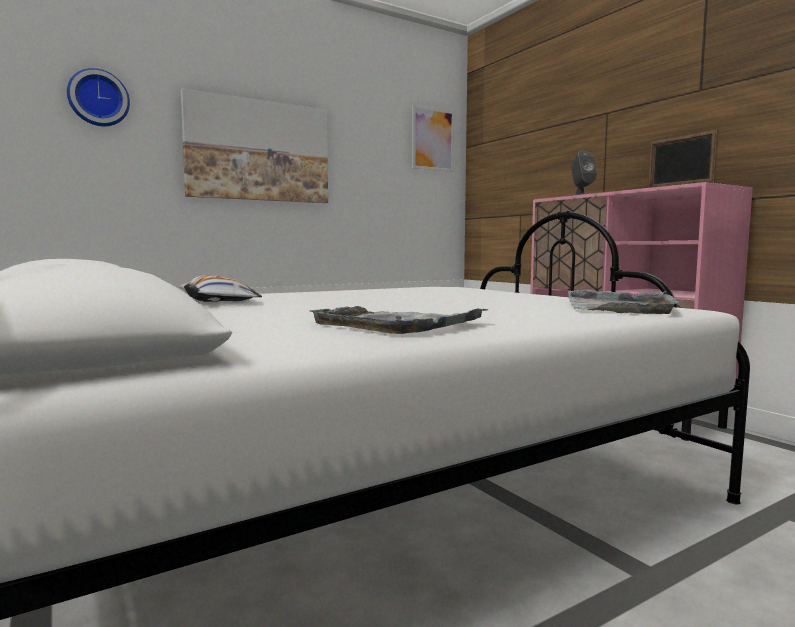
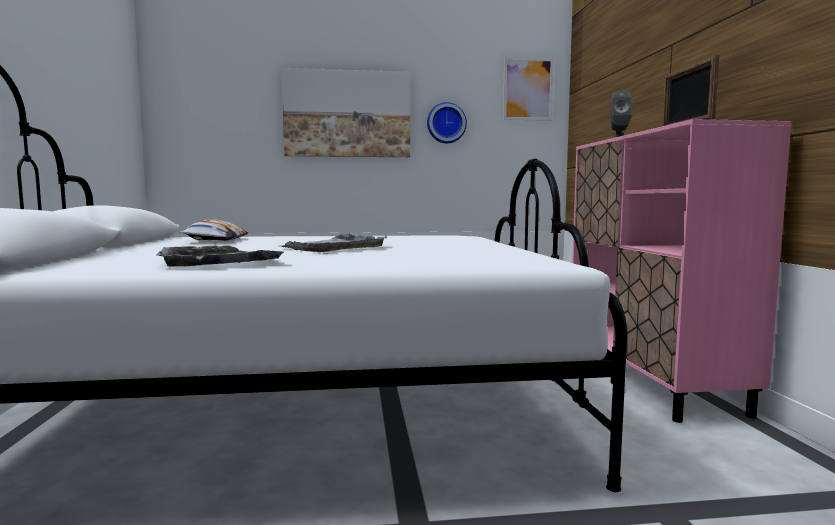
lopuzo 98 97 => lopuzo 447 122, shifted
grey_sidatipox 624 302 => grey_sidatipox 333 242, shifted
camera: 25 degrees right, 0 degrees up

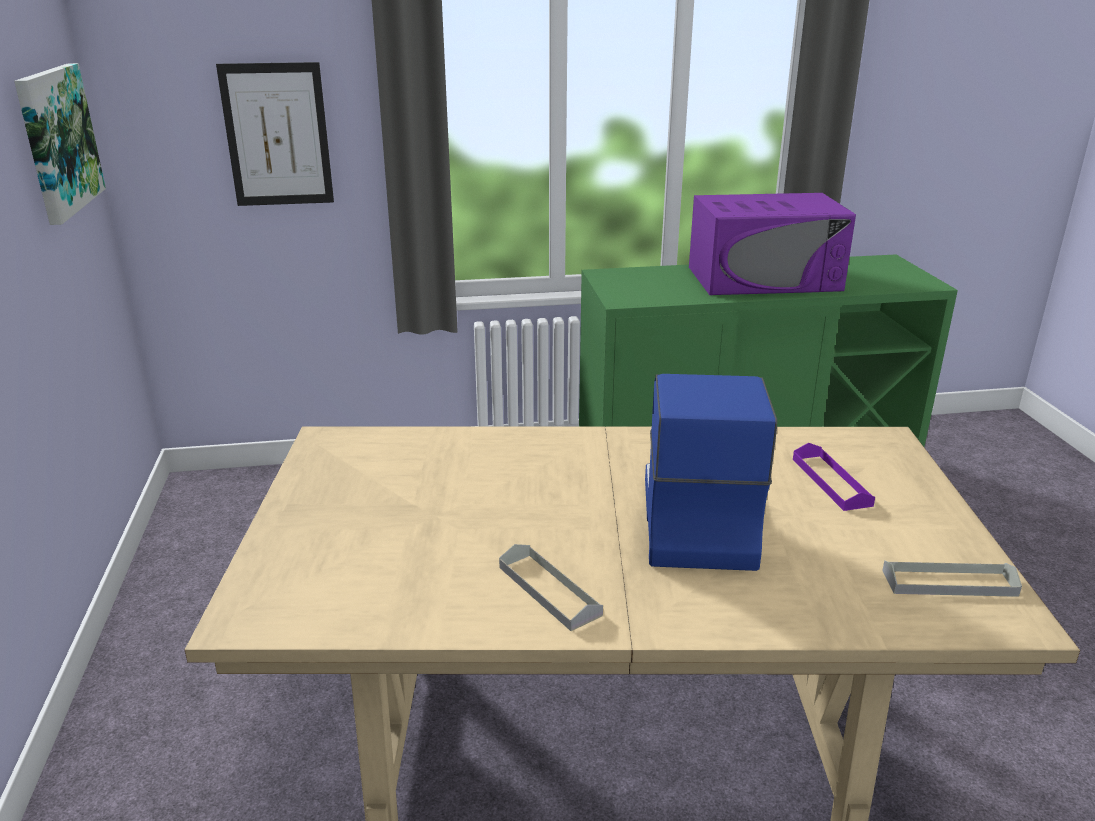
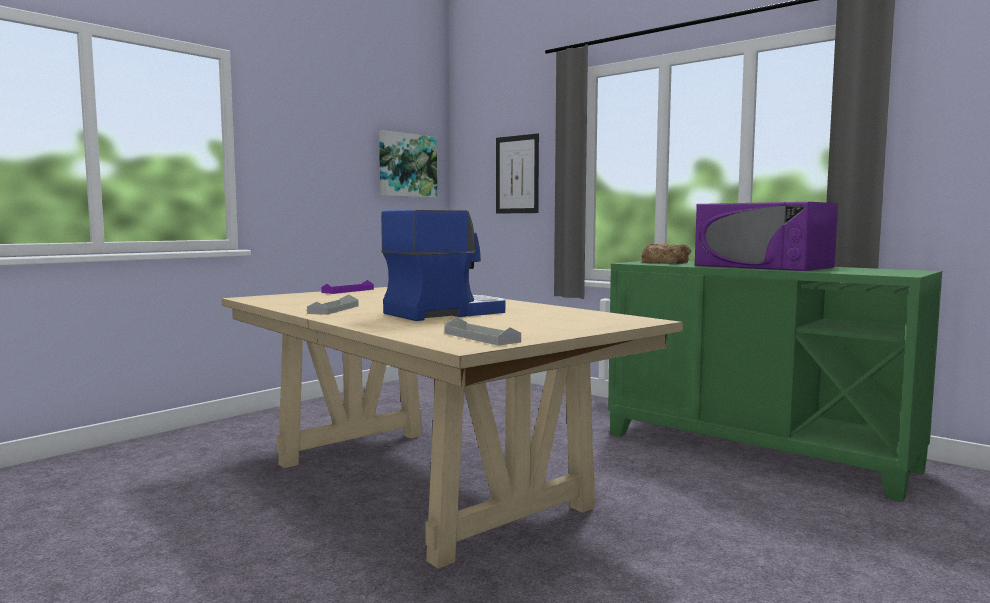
purple_sidatipox 834 477 => purple_sidatipox 347 287, shifted
nothing => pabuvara 666 253
camera: 50 degrees right, 20 degrees down

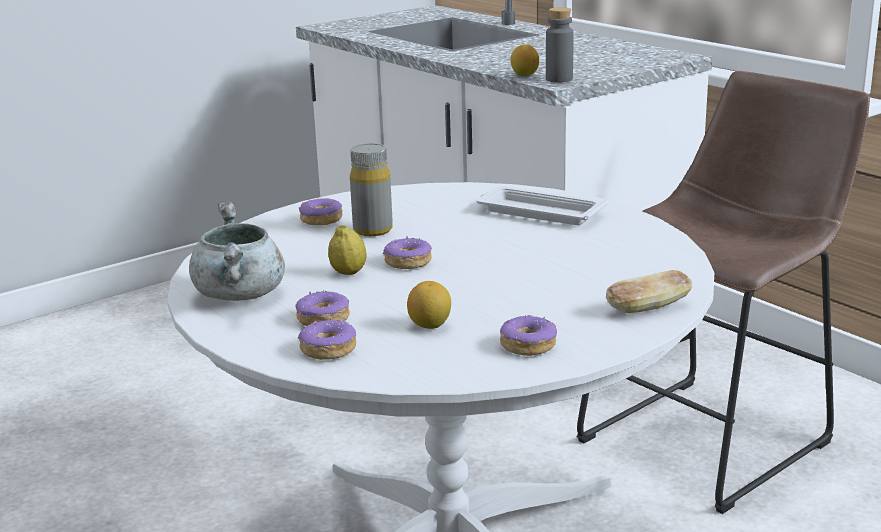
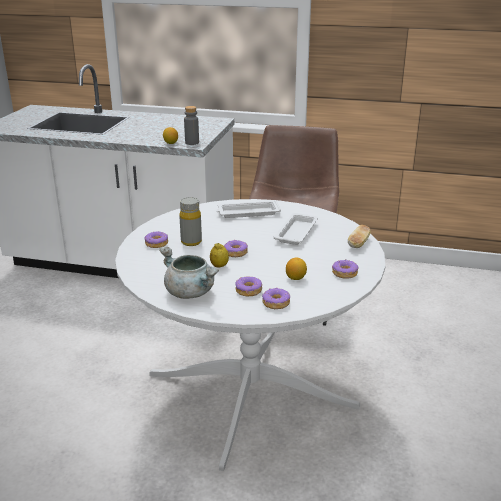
nothing => white_sidatipox 296 229
camera: 40 degrees left, 5 degrees up

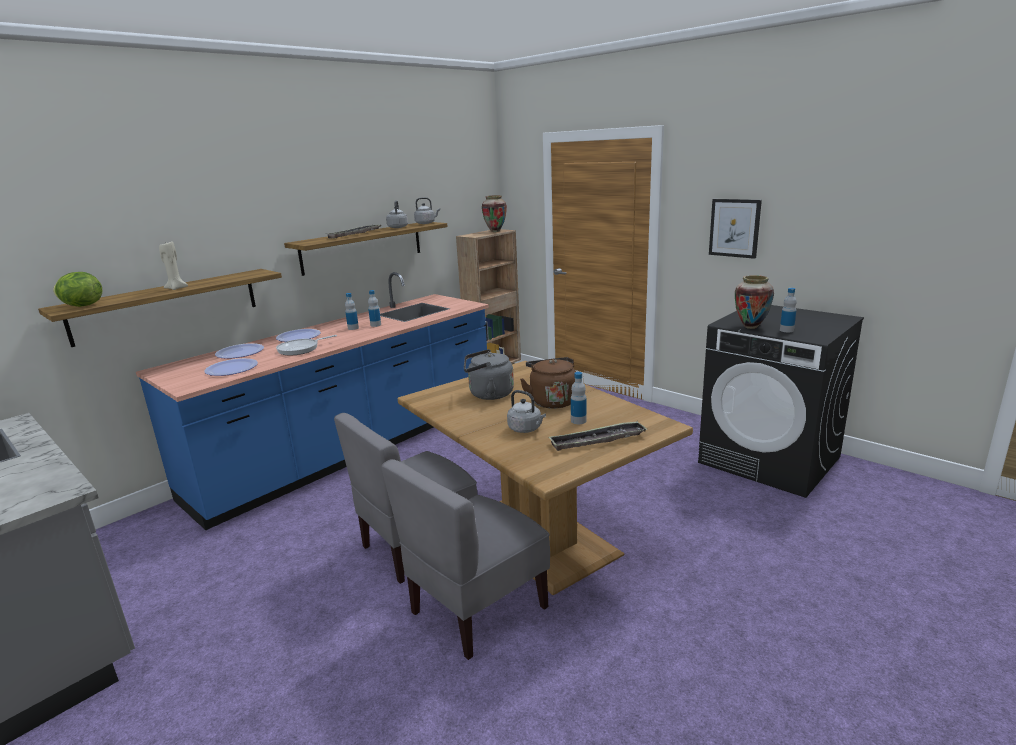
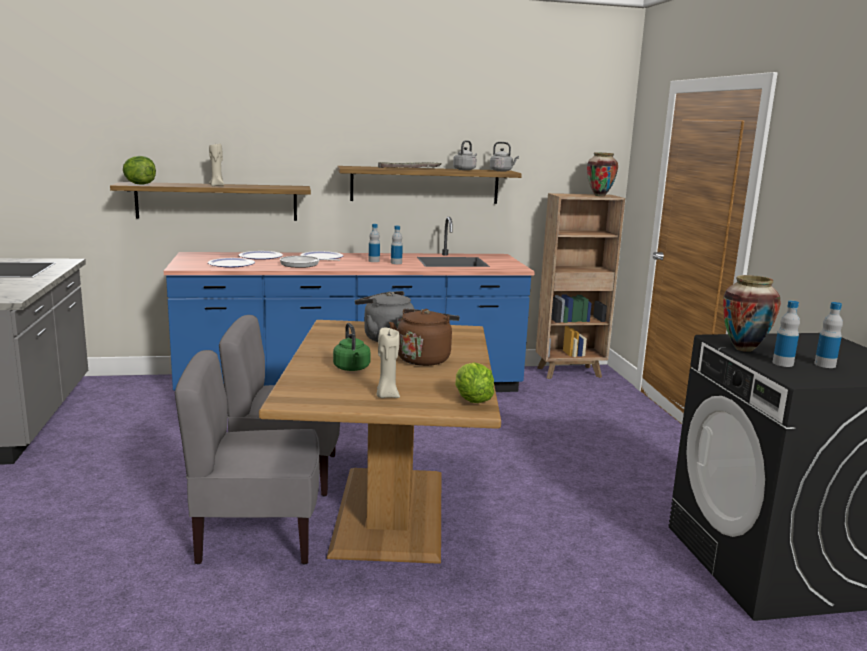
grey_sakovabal 526 411 => green_sakovabal 352 347
sidatipox 598 436 => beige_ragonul 388 363
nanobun 578 398 => nanobun 828 335, shifted
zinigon 735 229 => nothing
nothing => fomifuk 474 382
camera: 35 degrees right, 5 degrees down

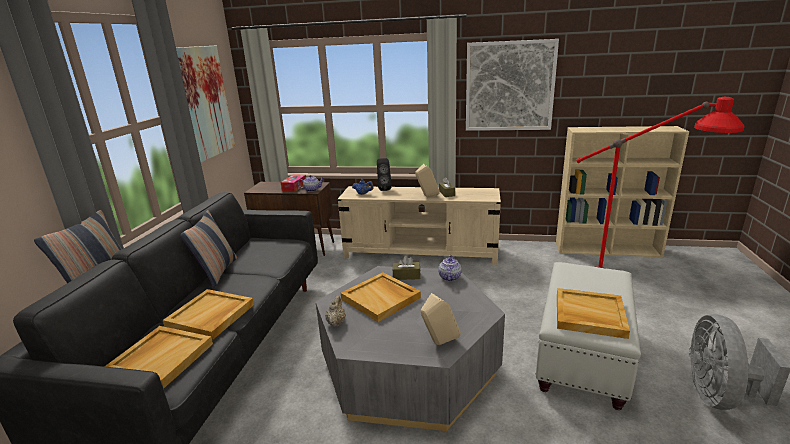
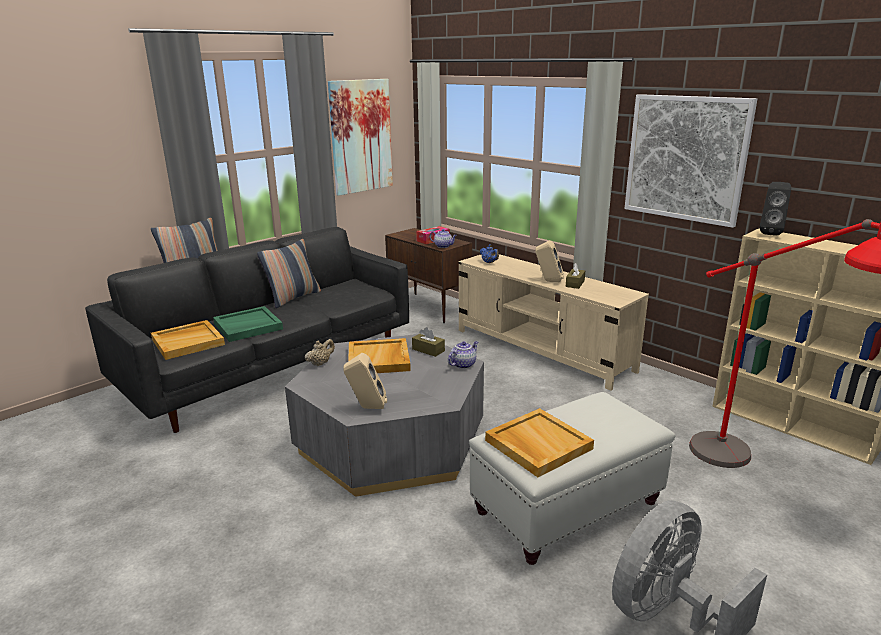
beige_sidatipox 208 314 => green_sidatipox 248 324
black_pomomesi 384 174 => black_pomomesi 775 209, shifted
camera: 35 degrees right, 0 degrees up

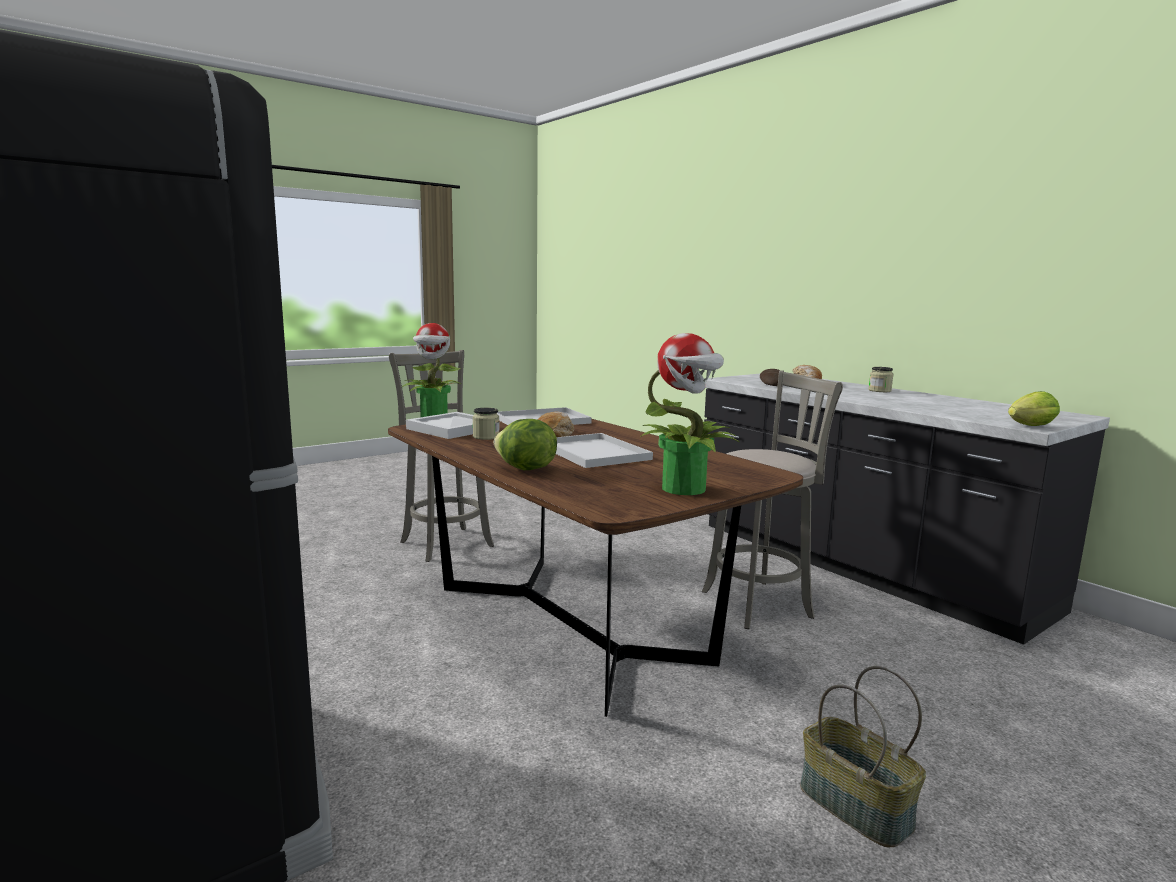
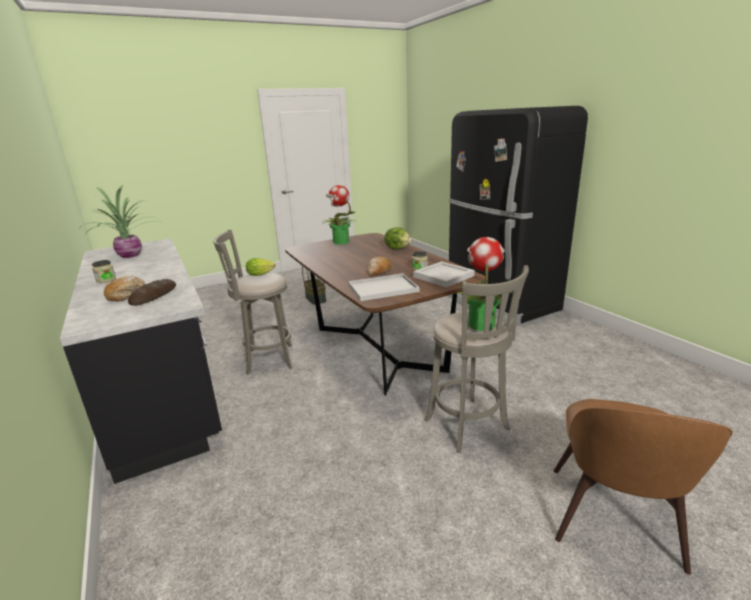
white_sidatipox 604 450 => nothing
fomifuk 1034 408 => fomifuk 260 267, shifted
nothing => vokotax 121 221
nothing => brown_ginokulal 643 487
camera: 170 degrees left, 10 degrees up

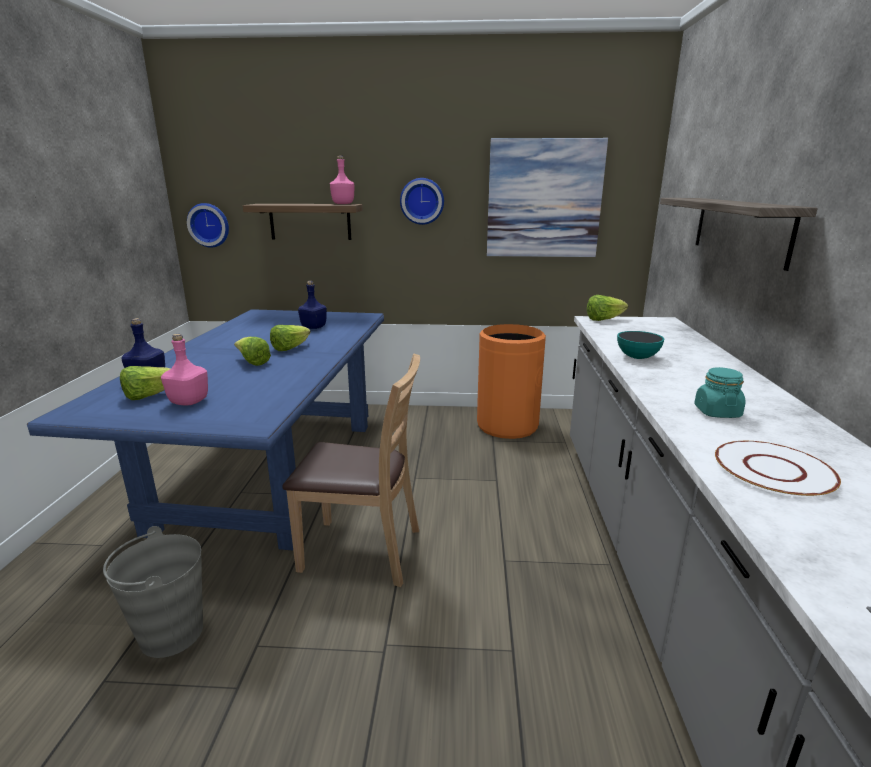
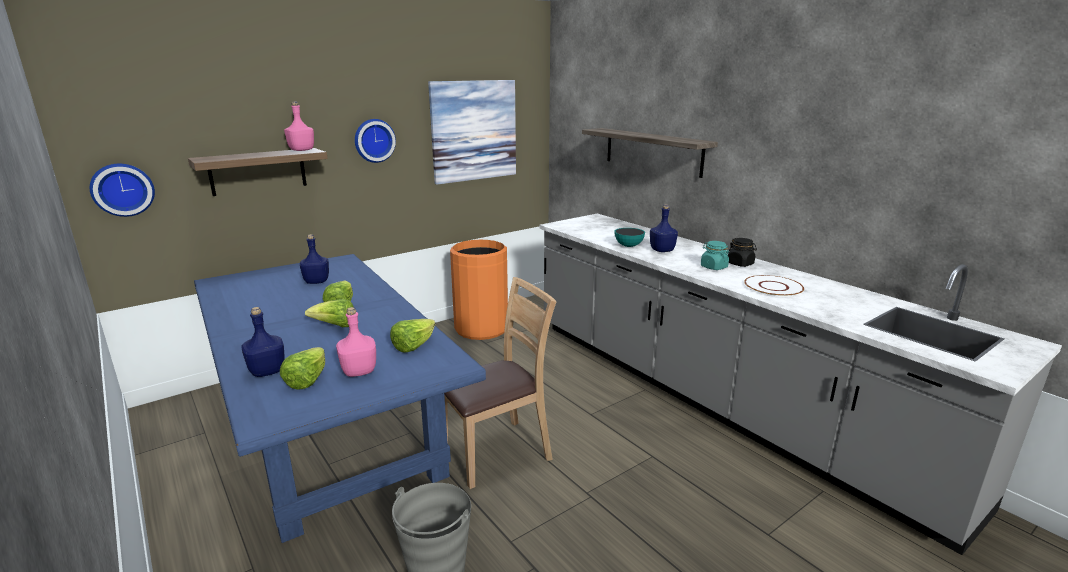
fomifuk 607 308 => fomifuk 412 336, shifted
nothing => blue_nanobun 664 228
nothing => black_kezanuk 742 252
camera: 40 degrees left, 0 degrees up

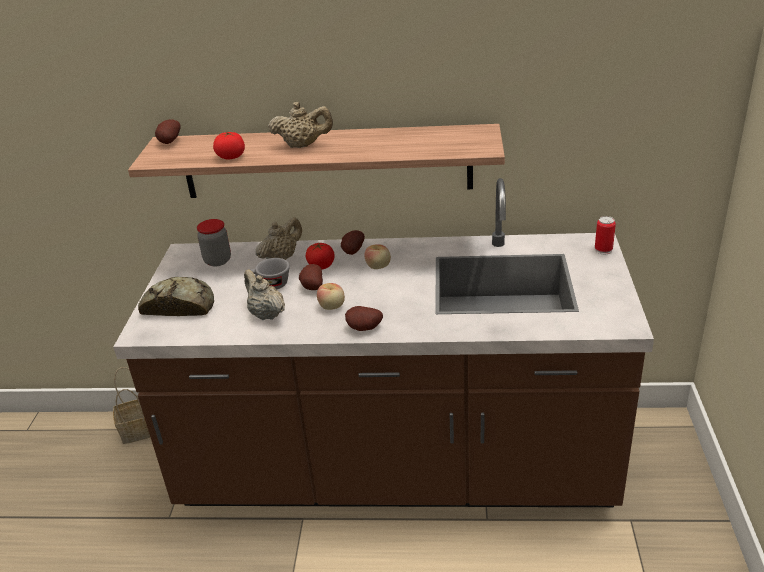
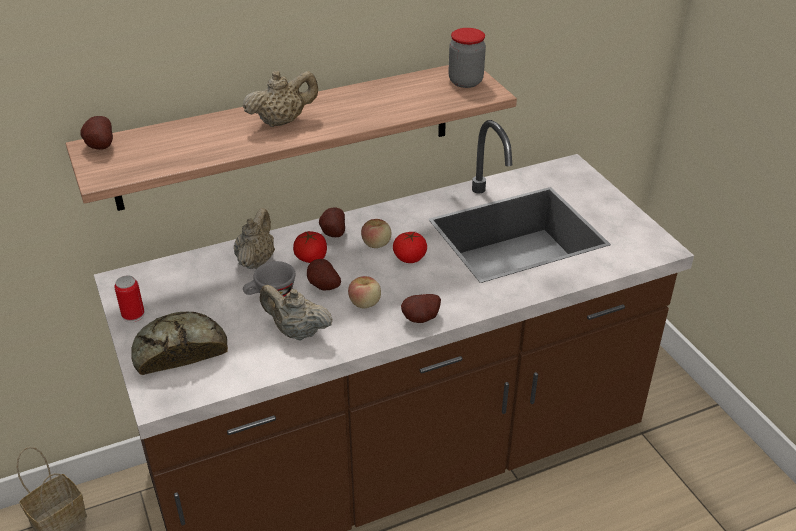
kezanuk 214 242 => kezanuk 467 58, shifted
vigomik 229 145 => vigomik 410 247, shifted
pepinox 605 235 => pepinox 129 299, shifted
camera: 30 degrees left, 5 degrees up

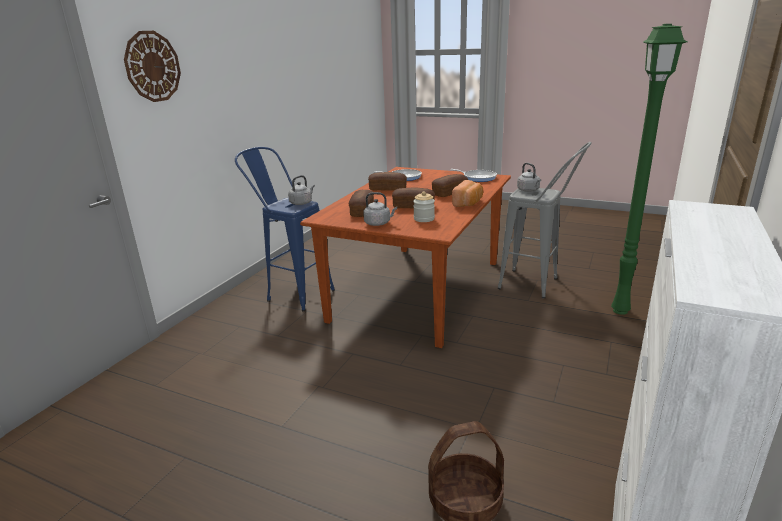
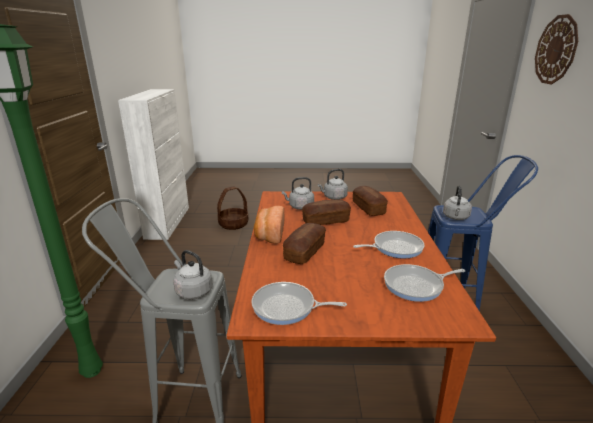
pabuvara 387 181 => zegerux 389 244
kezanuk 424 206 => grey_sakovabal 298 193
camera: 155 degrees right, 0 degrees up

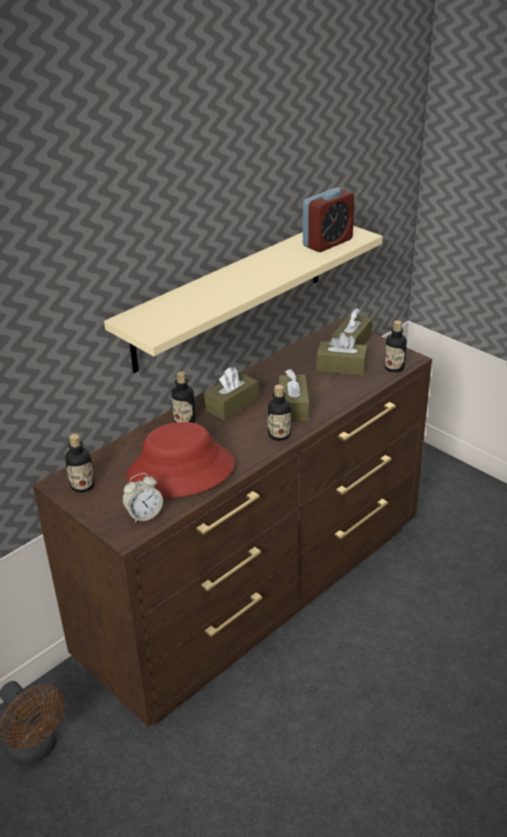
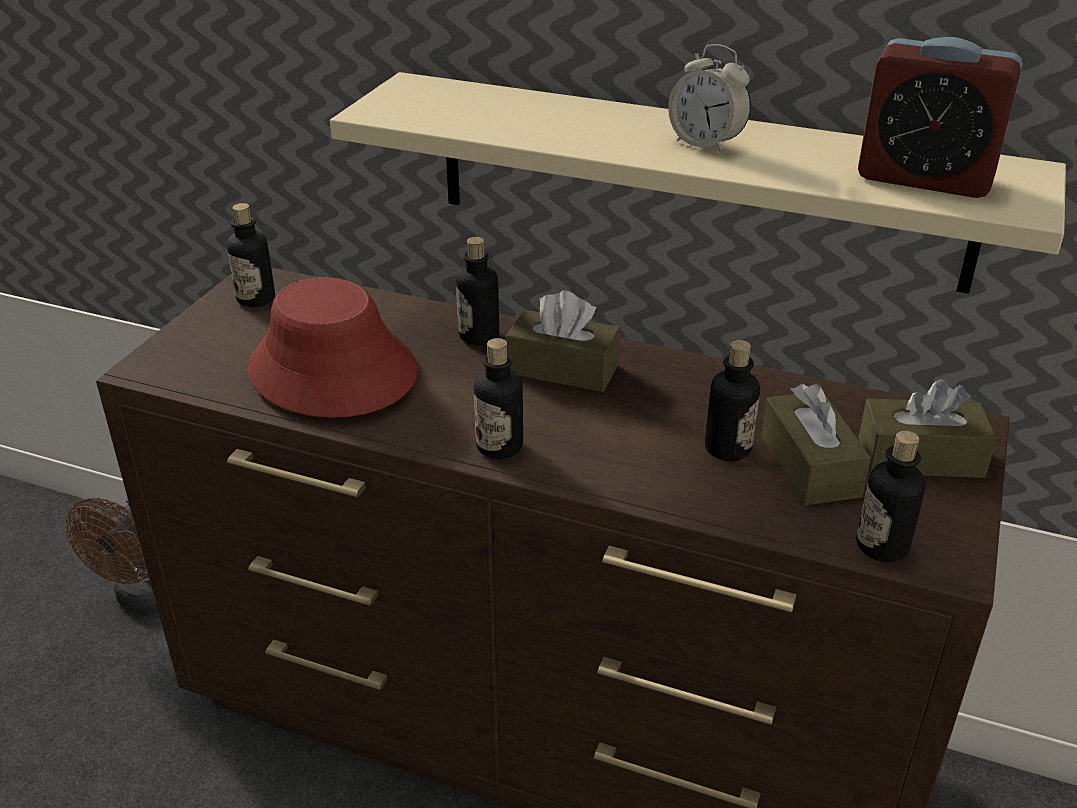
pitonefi 142 498 => pitonefi 709 99, shifted
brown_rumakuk 294 395 => nothing
nothing => nanobun 732 400
camera: 65 degrees right, 0 degrees up

